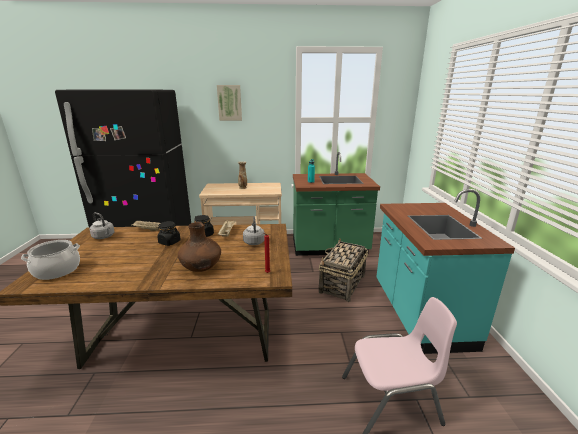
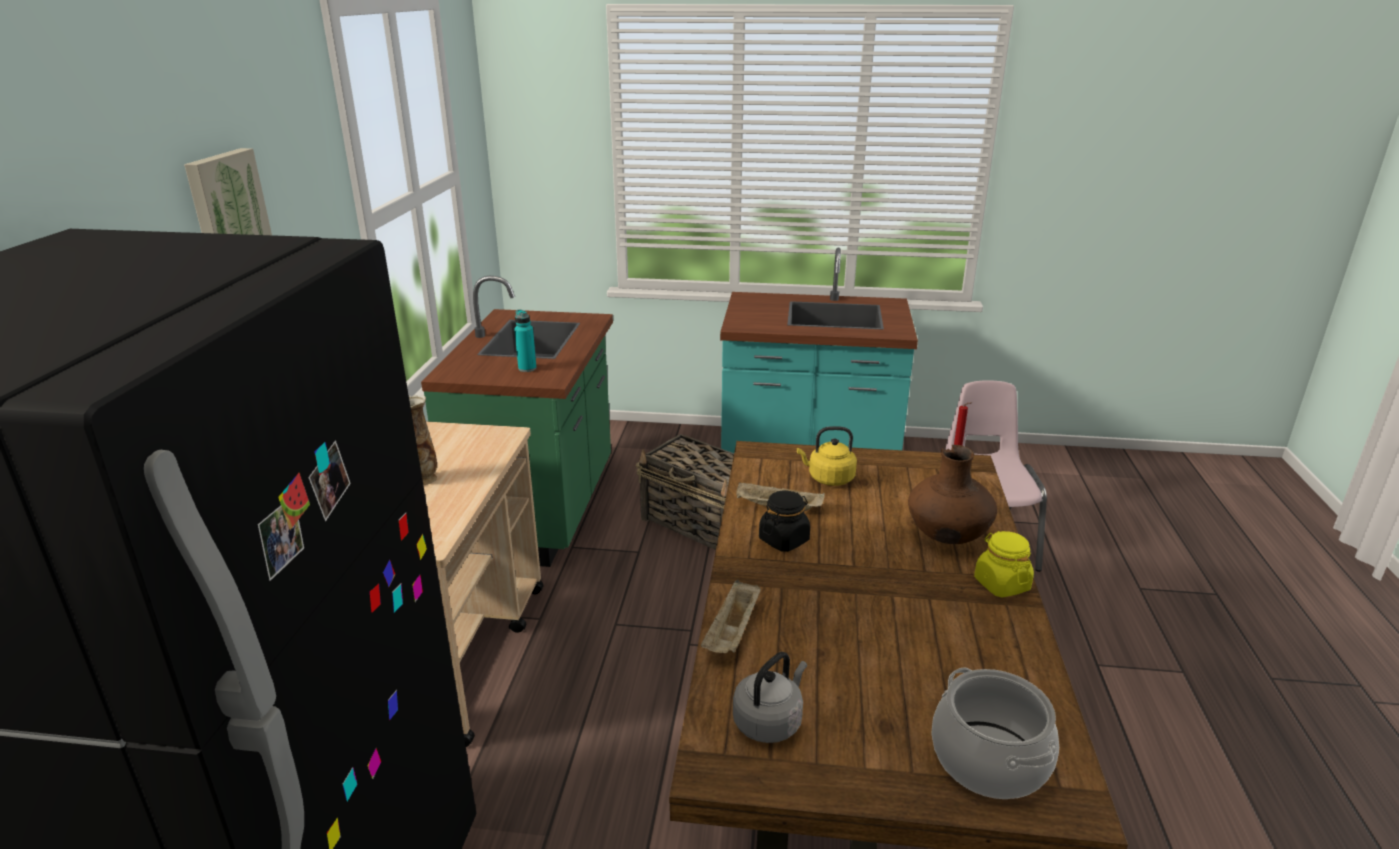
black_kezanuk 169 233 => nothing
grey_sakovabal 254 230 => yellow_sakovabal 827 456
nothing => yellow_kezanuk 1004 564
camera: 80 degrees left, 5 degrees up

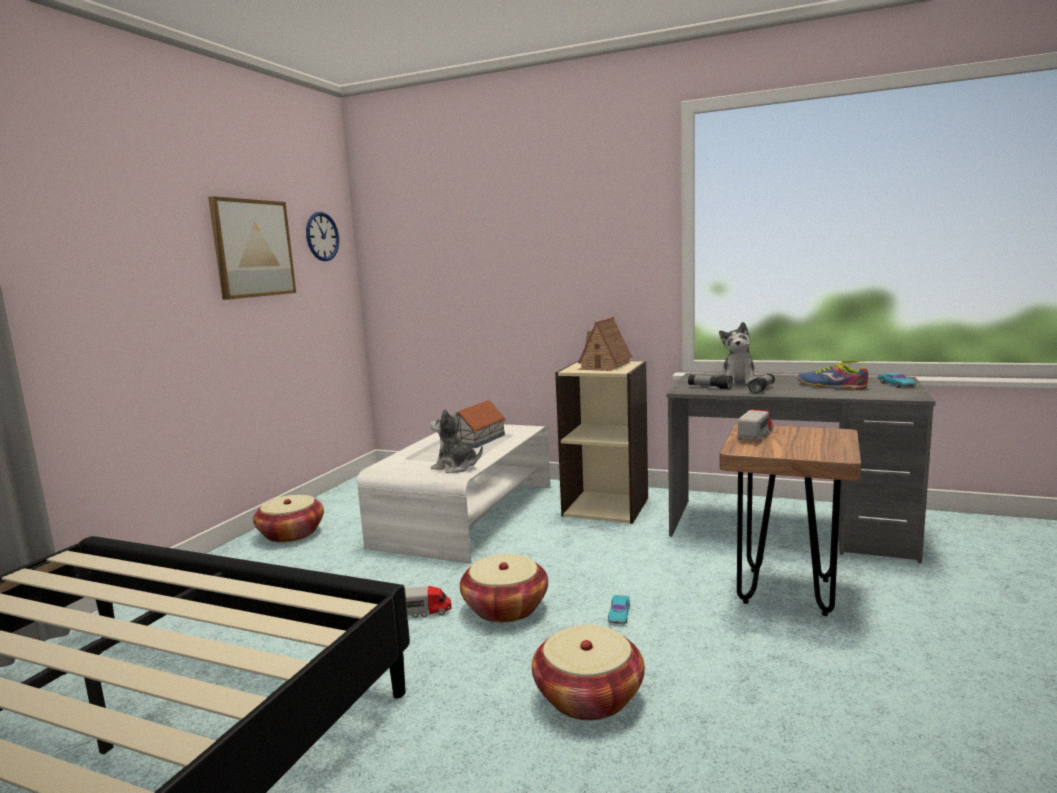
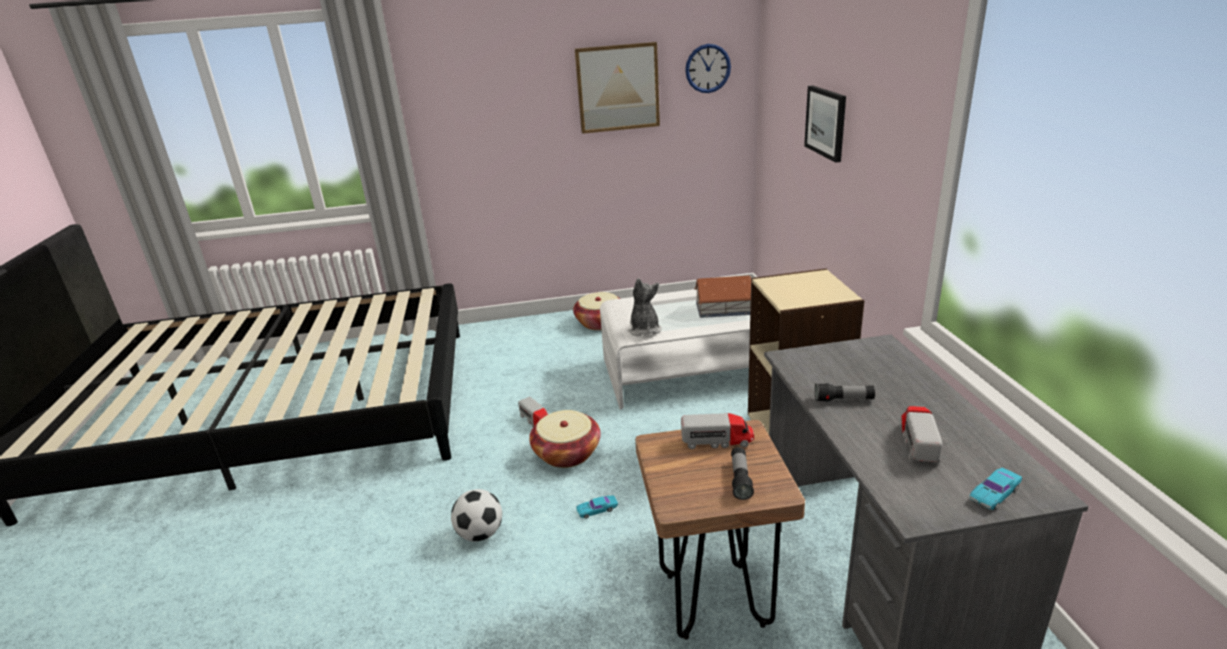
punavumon 588 672 => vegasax 476 515
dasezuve 604 344 => nothing
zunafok 710 382 => zunafok 742 473, shifted
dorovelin 737 353 => nothing
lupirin 832 375 => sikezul 921 434
nothing => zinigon 825 124
camera: 60 degrees right, 15 degrees up

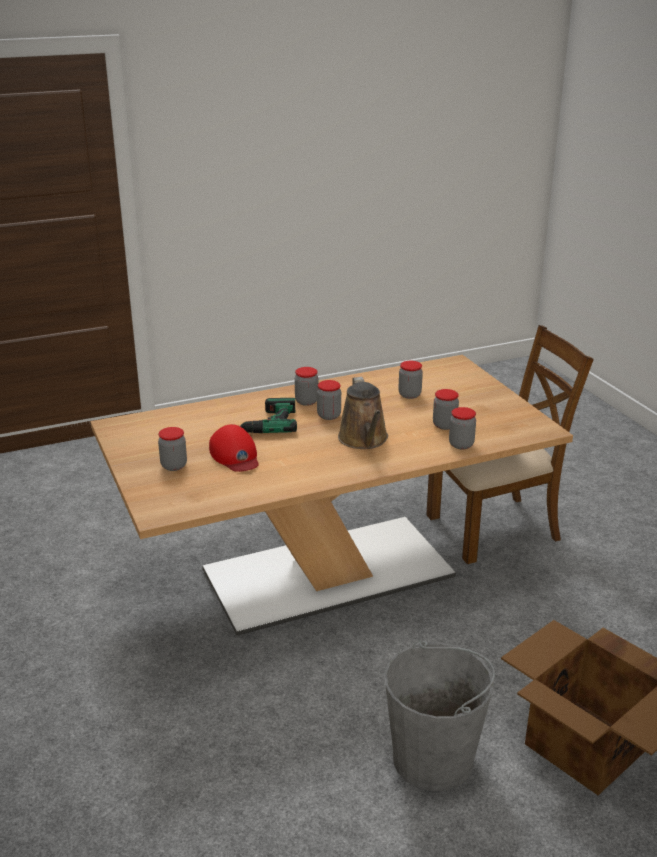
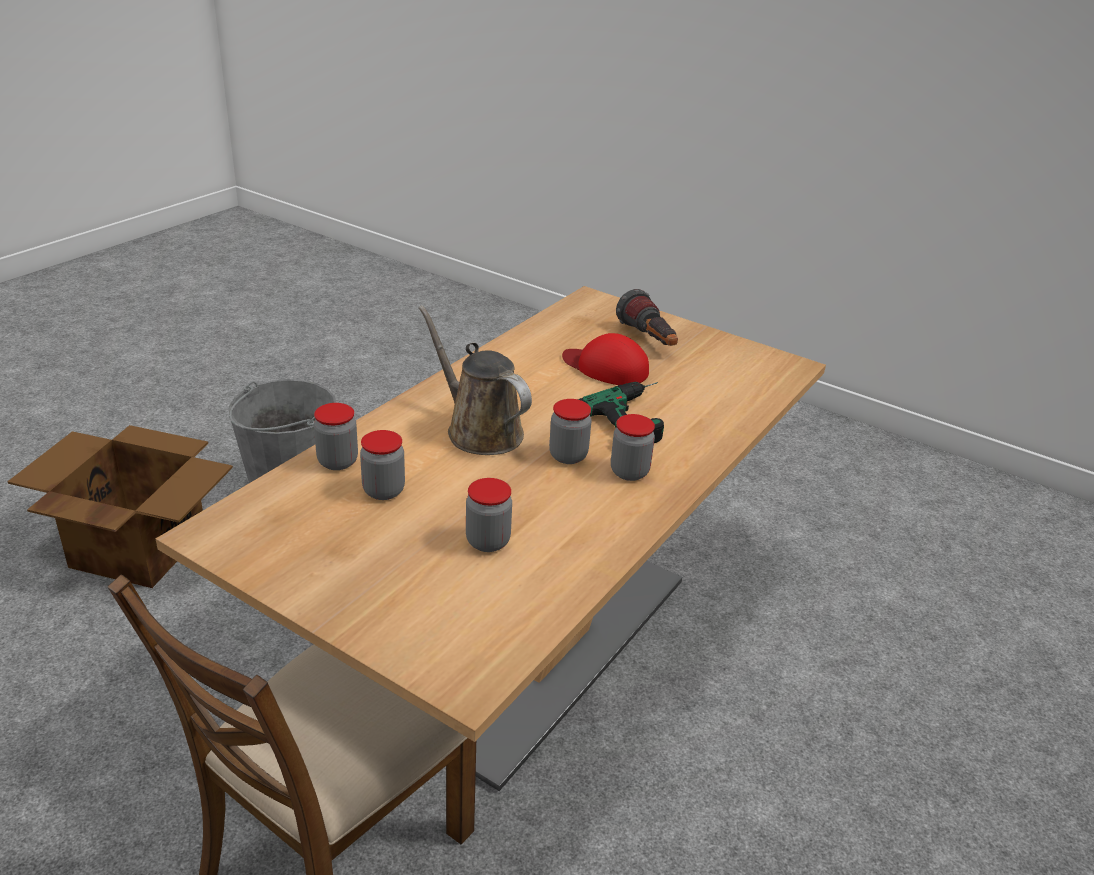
kezanuk 172 449 => zunafok 647 317
camera: 145 degrees right, 5 degrees up

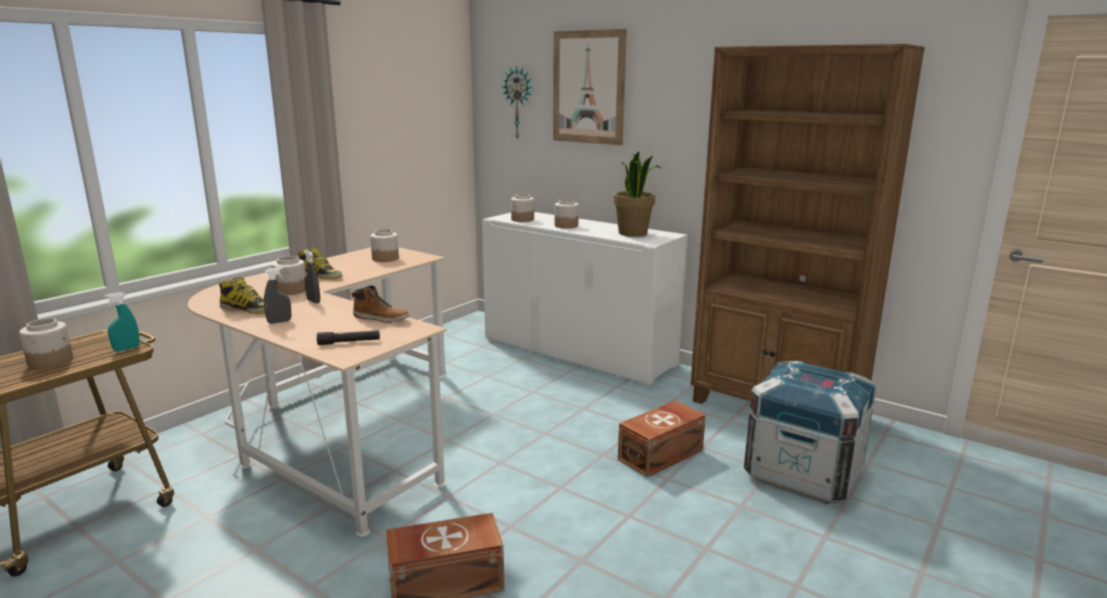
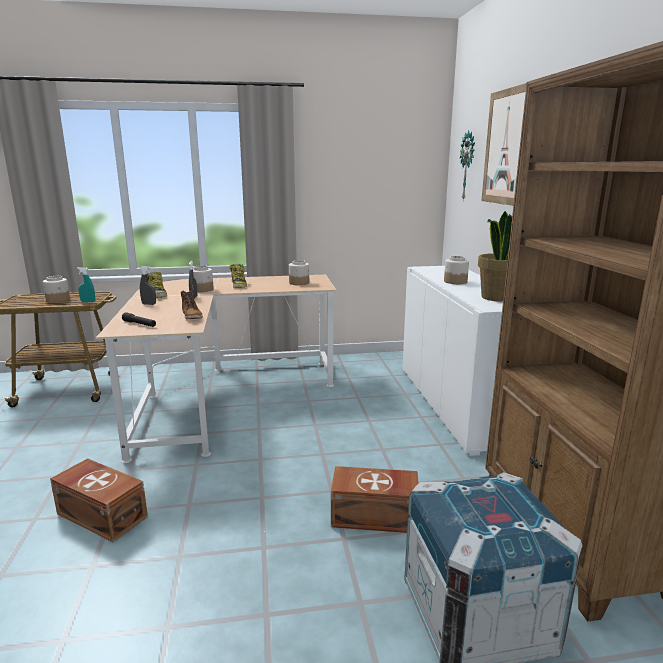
kezanuk 522 208 => nothing
camera: 45 degrees right, 0 degrees up

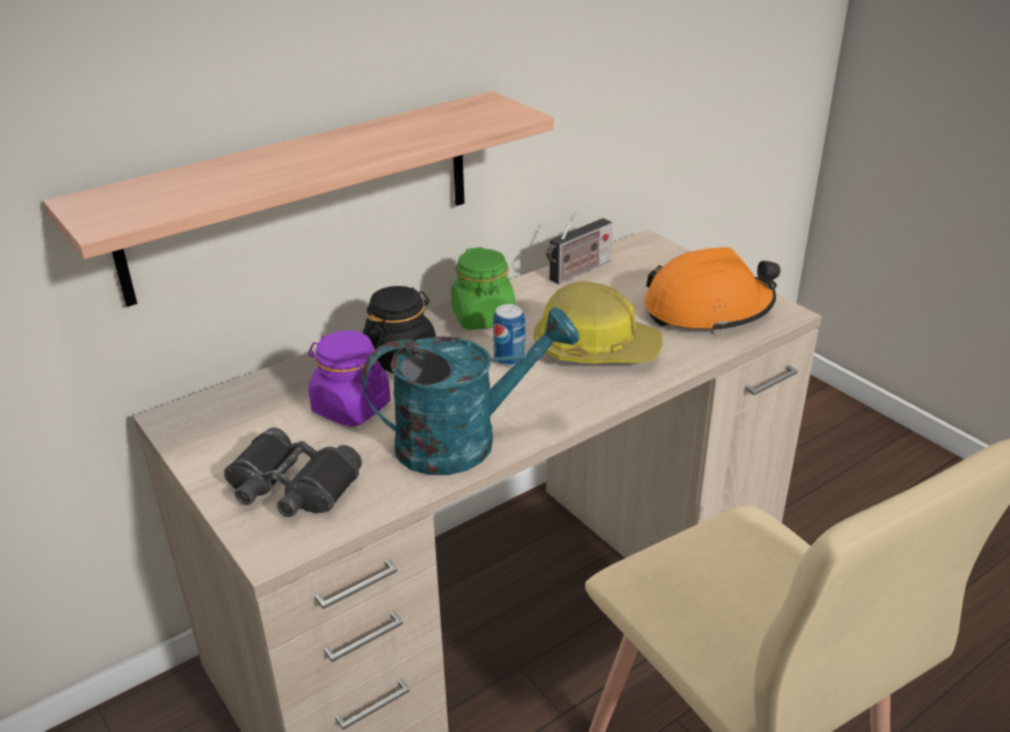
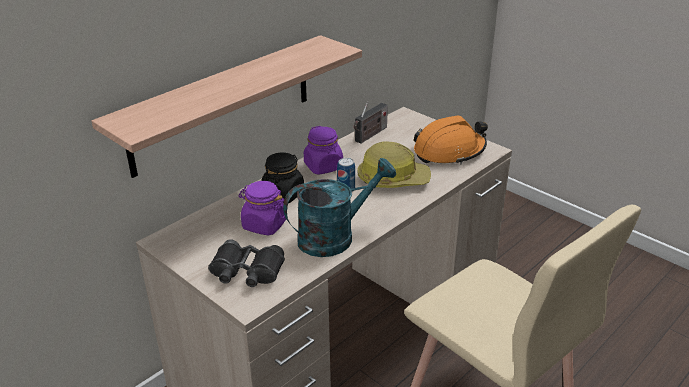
green_kezanuk 483 288 => purple_kezanuk 323 150
camera: 10 degrees left, 0 degrees up

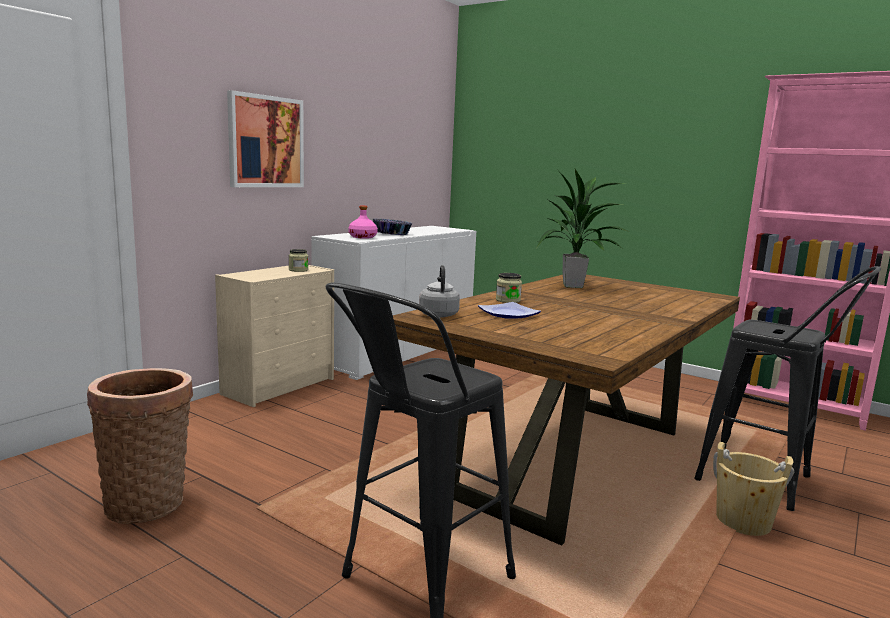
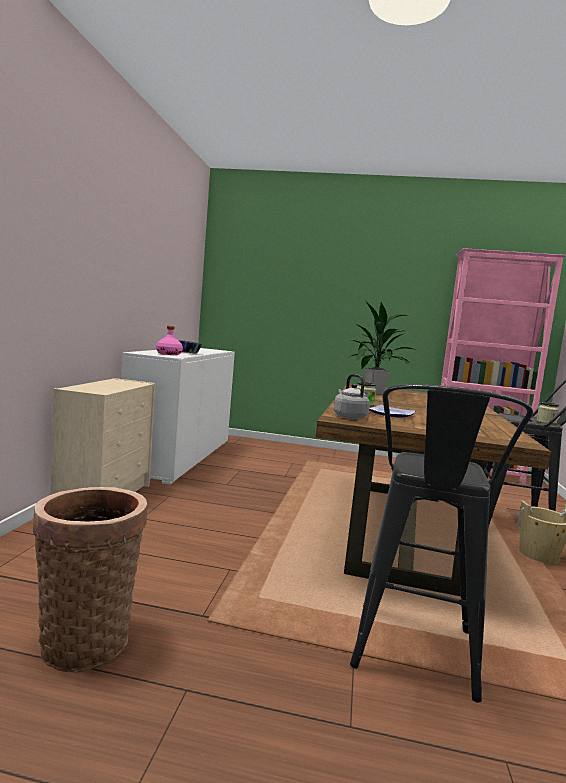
zinigon 265 138 => nothing
kezanuk 298 260 => kezanuk 547 413, shifted
camera: 25 degrees left, 5 degrees down

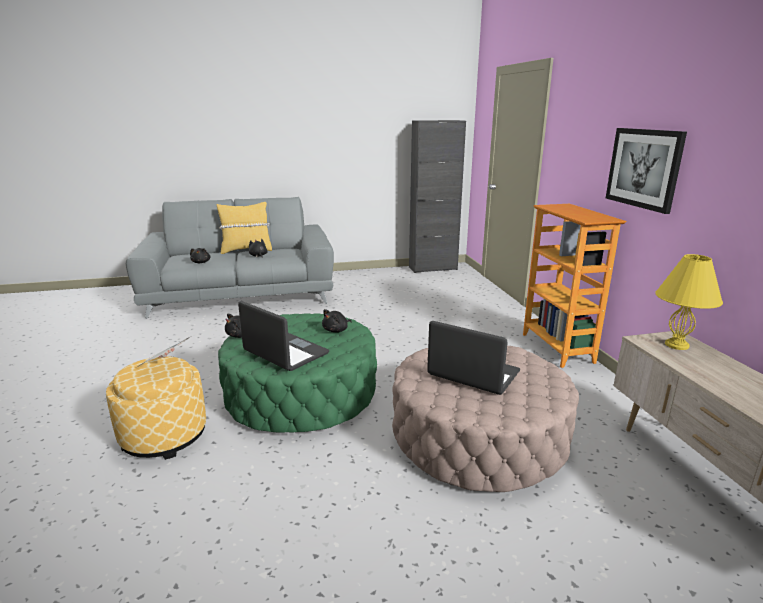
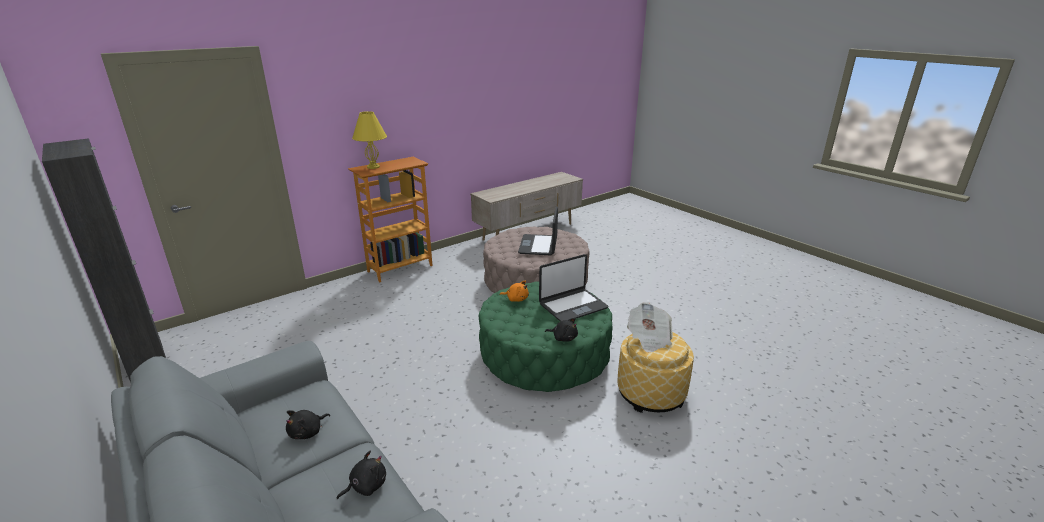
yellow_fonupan 244 228 => nothing
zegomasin 283 336 => zegomasin 574 287, 135 degrees counterclockwise
black_dorovelin 337 320 => orange_dorovelin 514 291
zinigon 646 171 => nothing
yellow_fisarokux 689 302 => yellow_fisarokux 369 140, shifted
camera: 115 degrees left, 5 degrees up

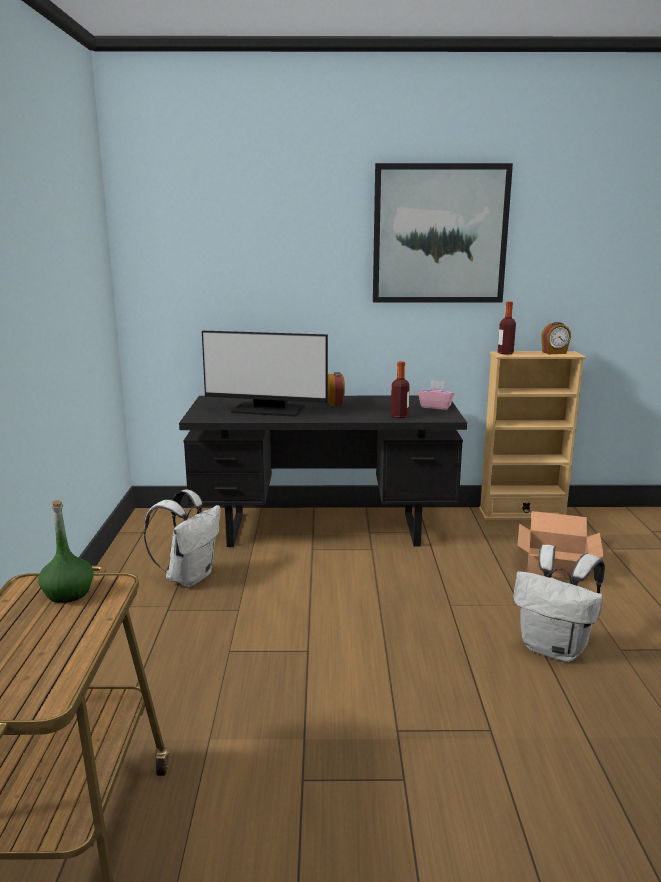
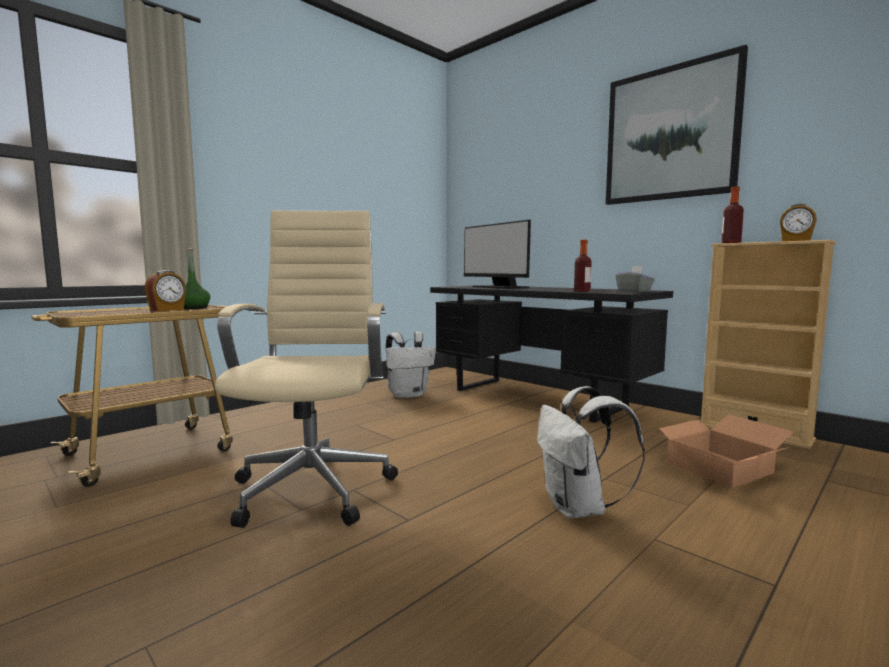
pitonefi 336 389 => pitonefi 165 290, shifted
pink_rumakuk 436 395 => grey_rumakuk 635 279
nothing => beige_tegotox 306 369
camera: 45 degrees right, 10 degrees down

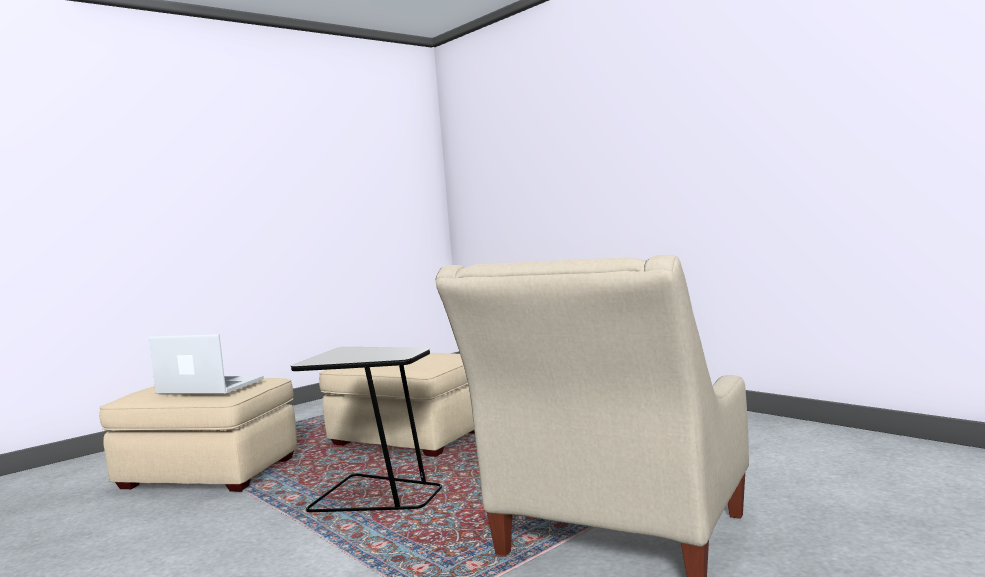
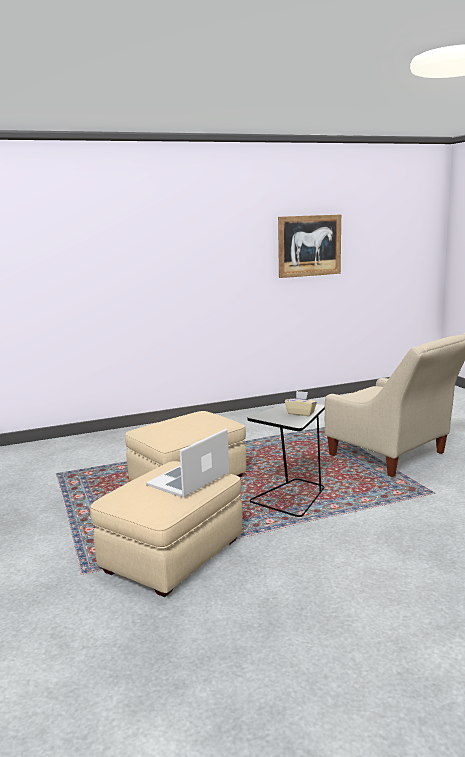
nothing => zinigon 309 246
nothing => beige_rumakuk 301 403
camera: 70 degrees left, 10 degrees up

